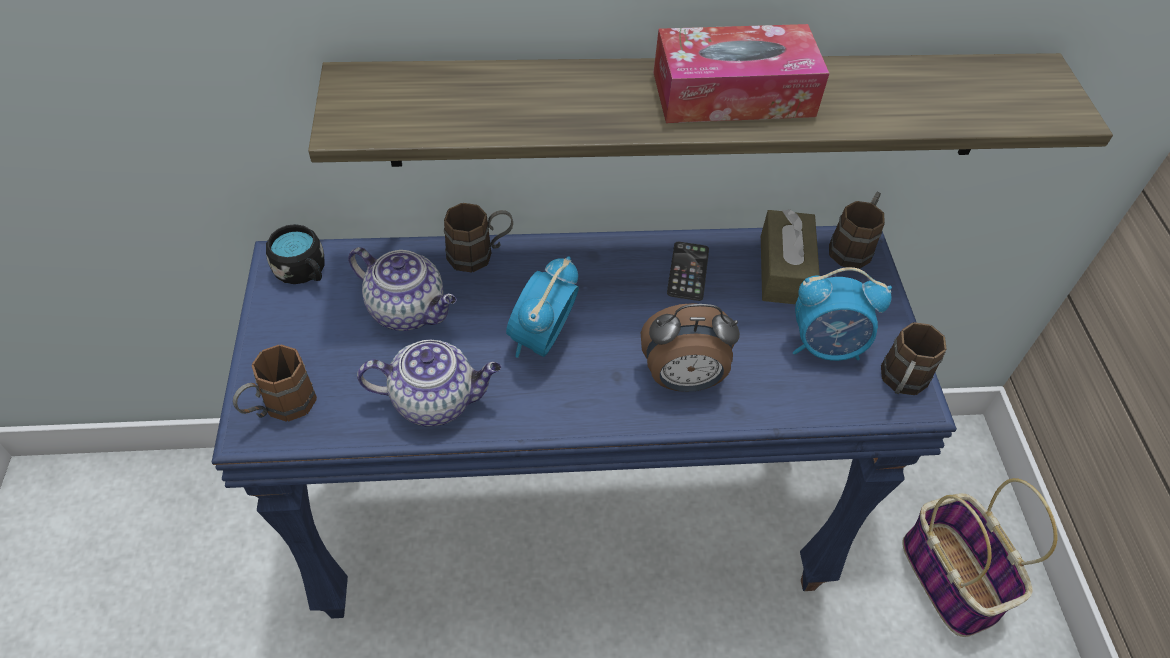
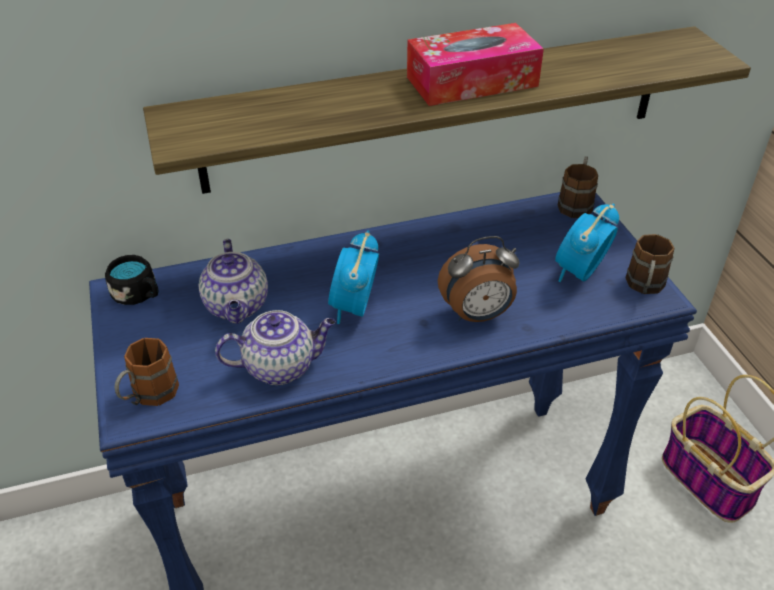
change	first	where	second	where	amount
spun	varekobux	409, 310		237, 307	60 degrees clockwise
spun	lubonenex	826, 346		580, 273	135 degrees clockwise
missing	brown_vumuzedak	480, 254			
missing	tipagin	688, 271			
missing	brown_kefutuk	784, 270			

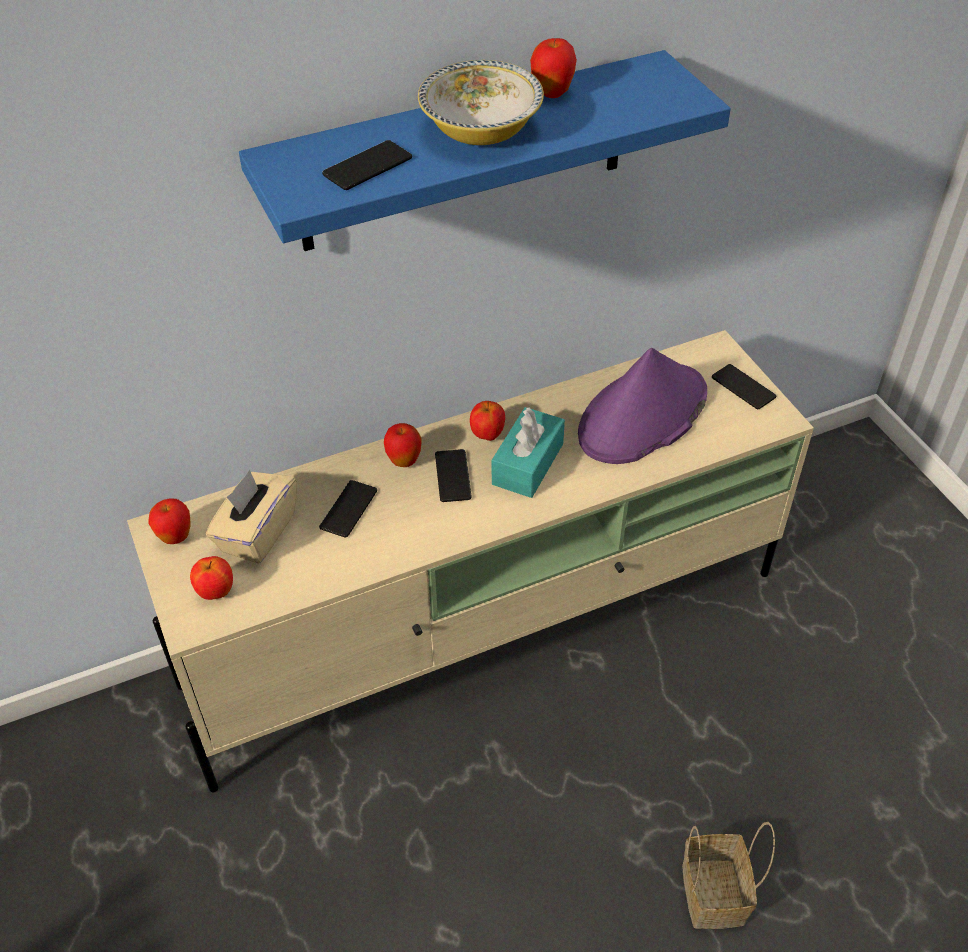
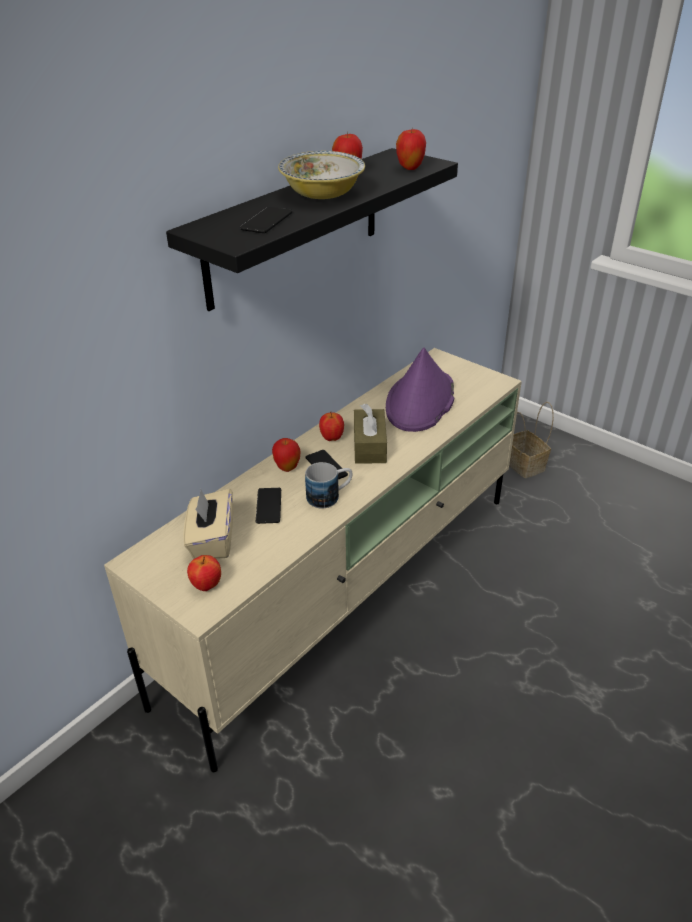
change	first	where	second	where	amount
colour	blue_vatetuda	464, 153	black_vatetuda	295, 227	
appeared			vumuzedak	329, 496	
colour	turquoise_kefutuk	527, 464	brown_kefutuk	369, 446	
relocated	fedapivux	175, 538		410, 168	
relocated	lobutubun	715, 896		526, 465	
missing	tipagin	743, 387			

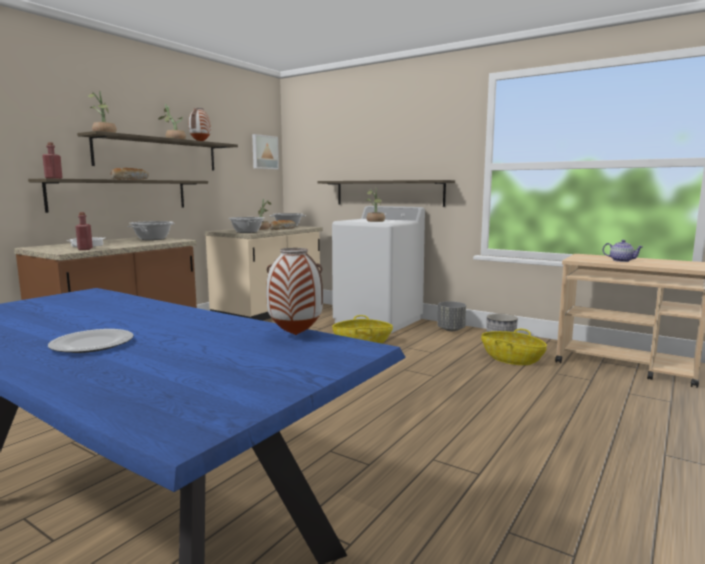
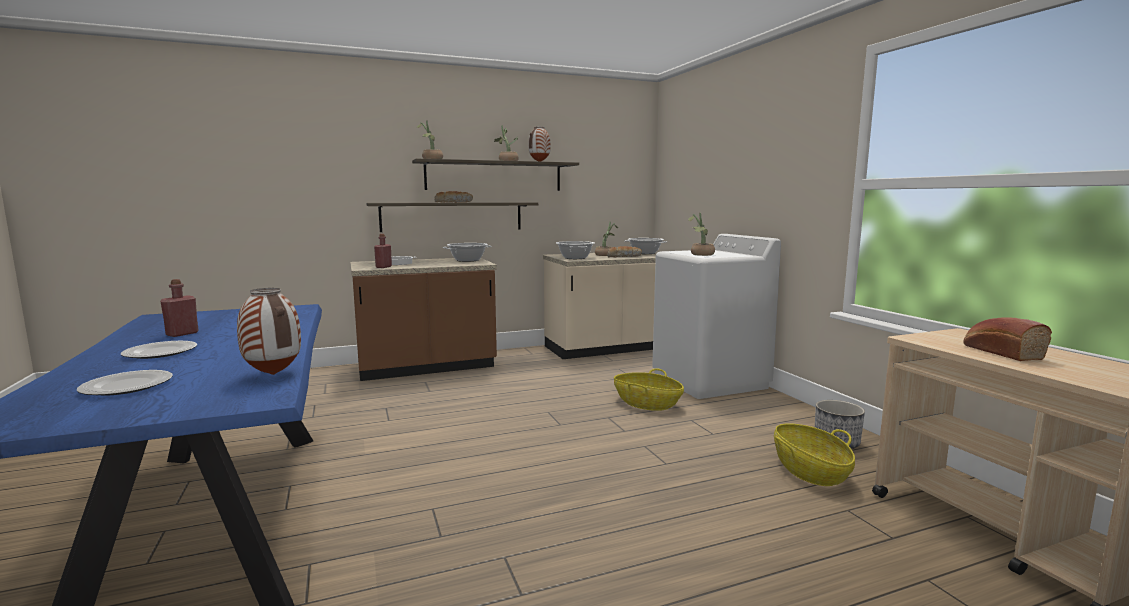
change	first	where	second	where	amount
appeared			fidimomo	128, 386	
relocated	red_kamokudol	53, 178		182, 334	
exchanged	varekobux	621, 261	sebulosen	1000, 352	
missing	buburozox	264, 152			
missing	vatetuda	388, 193			
missing	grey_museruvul	451, 329			

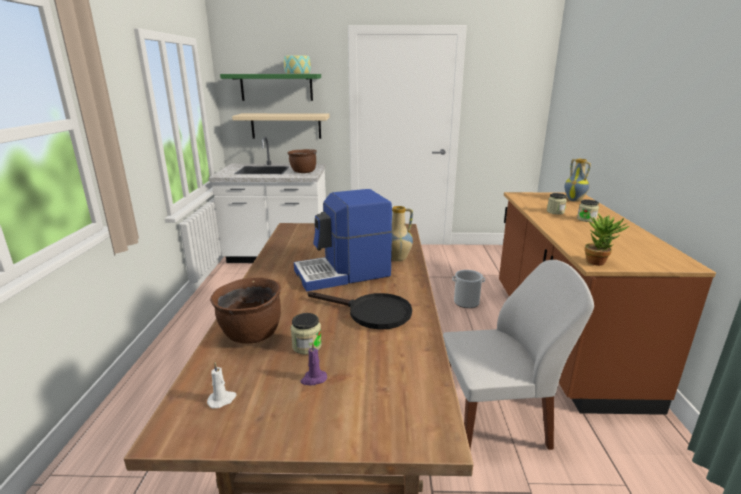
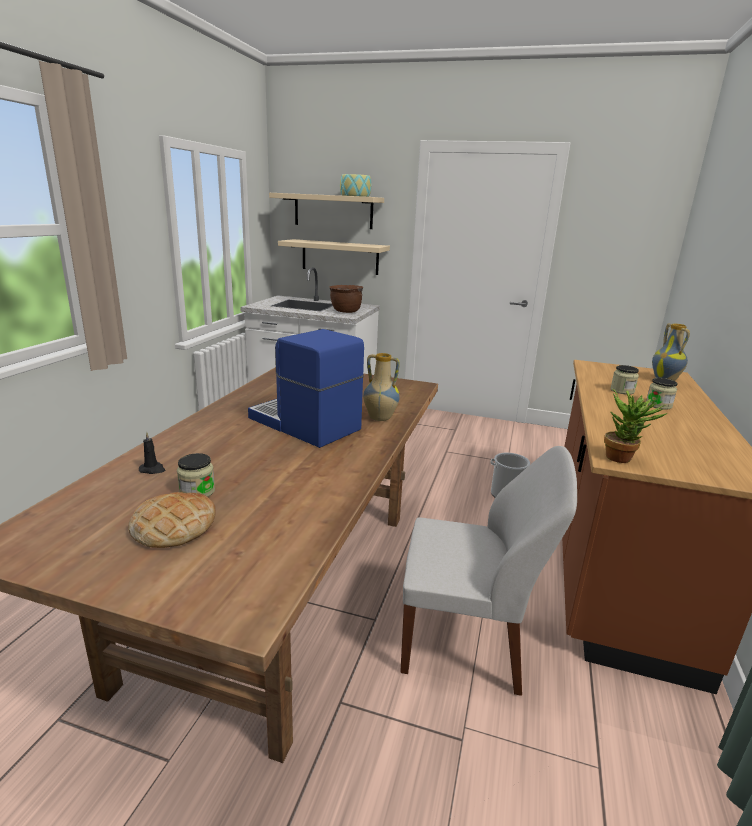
change	first	where	second	where	amount
exchanged	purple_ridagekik	313, 379	sebulosen	173, 526	
exchanged	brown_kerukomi	251, 335	black_ridagekik	152, 470	
spun	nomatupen	343, 273		304, 424	45 degrees clockwise
colour	green_vatetuda	276, 87	beige_vatetuda	333, 211	
missing	white_ridagekik	222, 400			
missing	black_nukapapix	371, 313			

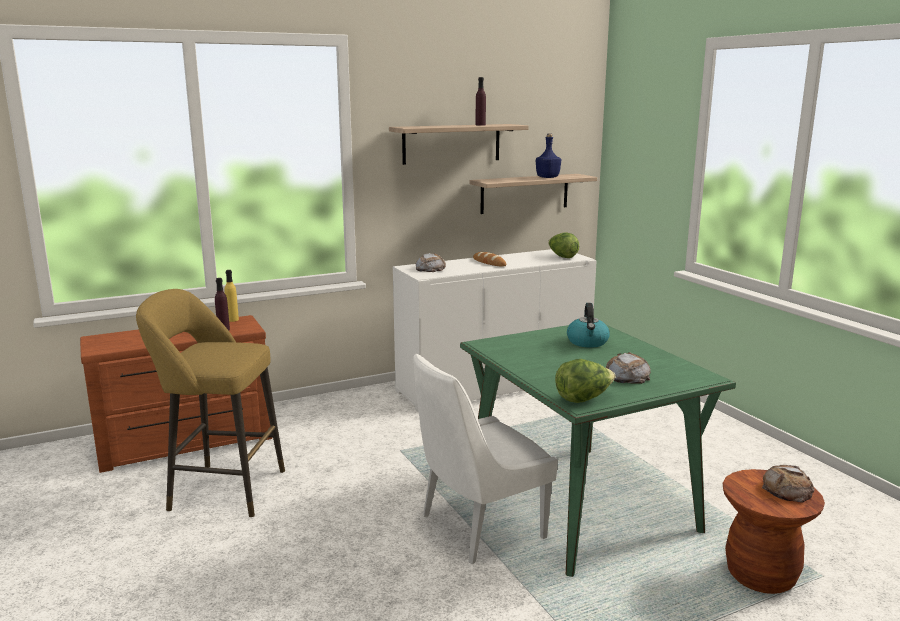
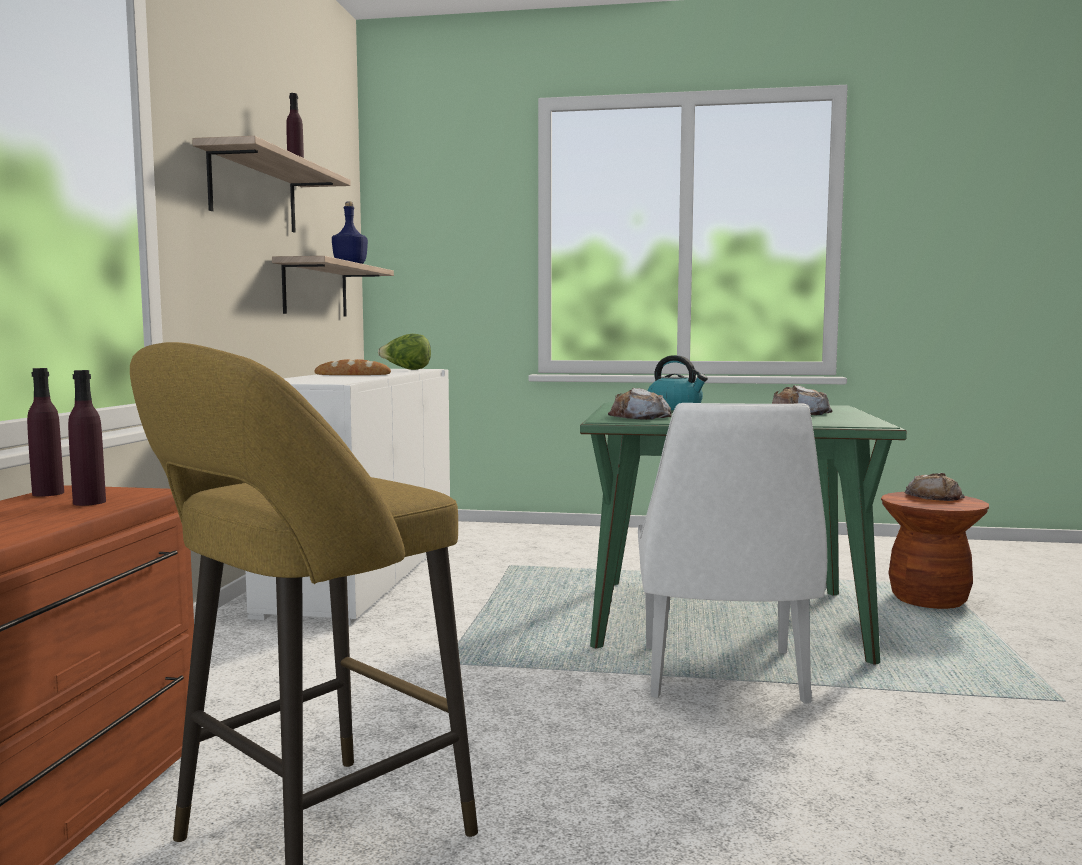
change	first	where	second	where	amount
colour	yellow_kamokudol	232, 320	purple_kamokudol	48, 493	
relocated	sebulosen	430, 268		640, 417	
missing	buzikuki	583, 399			

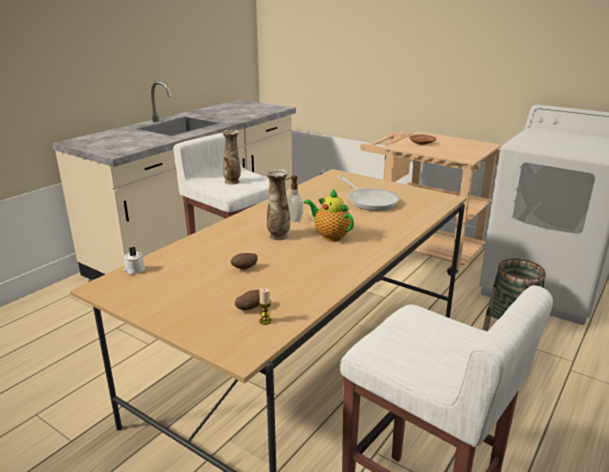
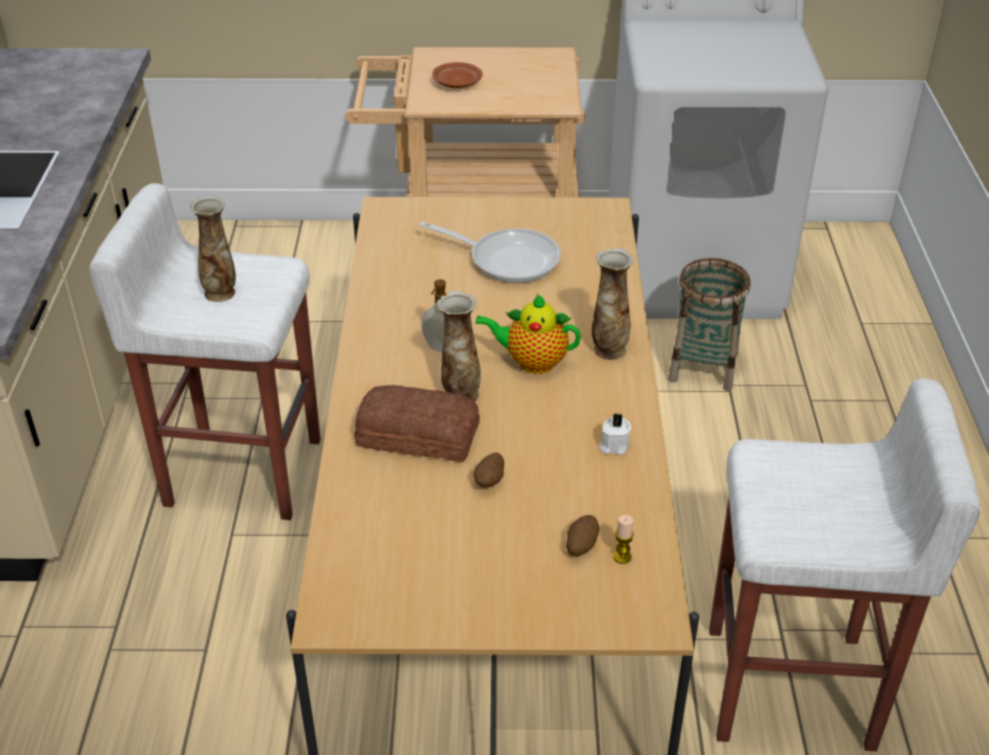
change	first	where	second	where	amount
appeared			sebulosen	417, 433	
appeared			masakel	609, 349	
relocated	white_ridagekik	134, 270		613, 445	

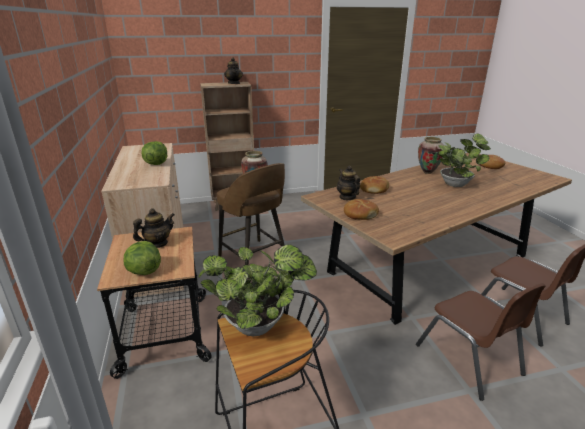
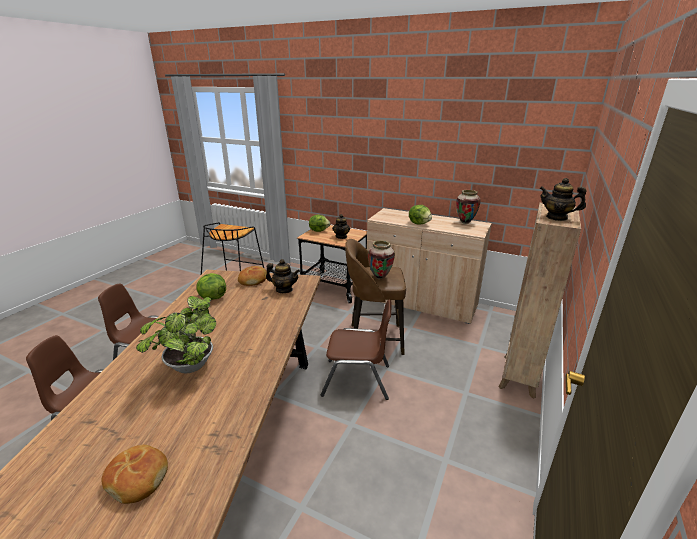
change	first	where	second	where	amount
appeared			buzikuki	212, 297	
appeared			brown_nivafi	357, 380	
relocated	masakel	427, 172		465, 222	
missing	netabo	259, 326			
missing	sebulosen	374, 189			

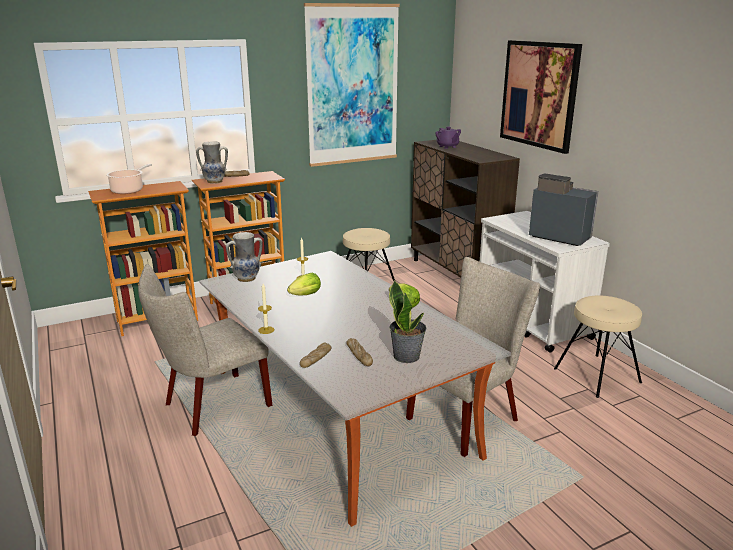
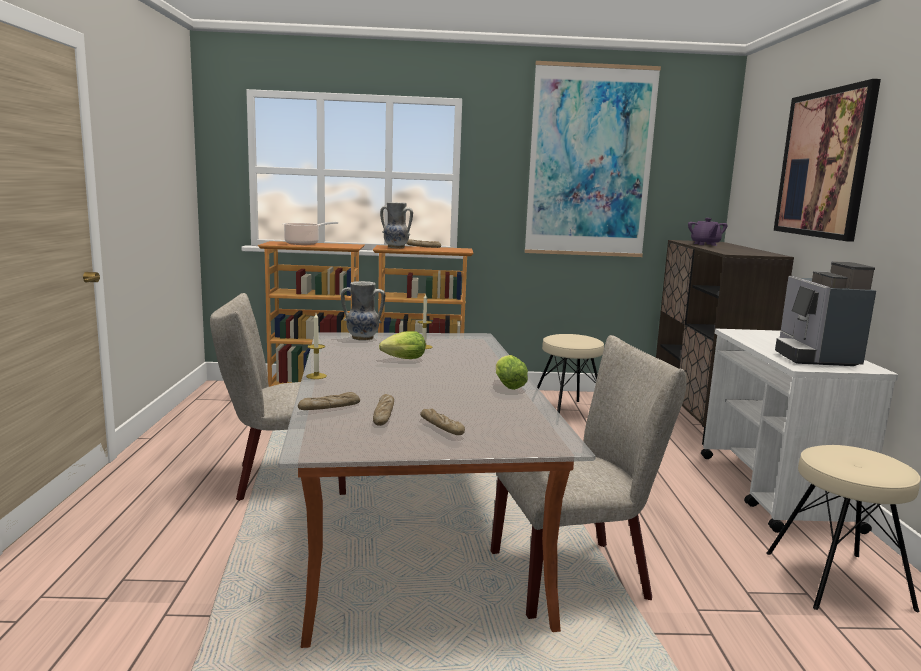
change	first	where	second	where	amount
exchanged	netabo	407, 356	sebulosen	441, 428	
spun	nomatupen	558, 236		814, 357	150 degrees counterclockwise

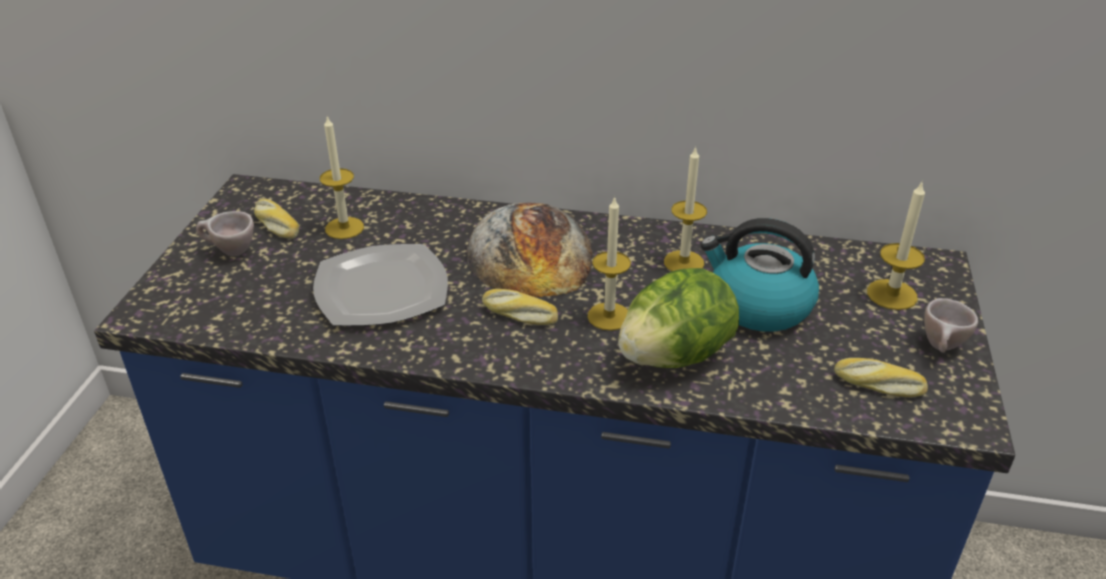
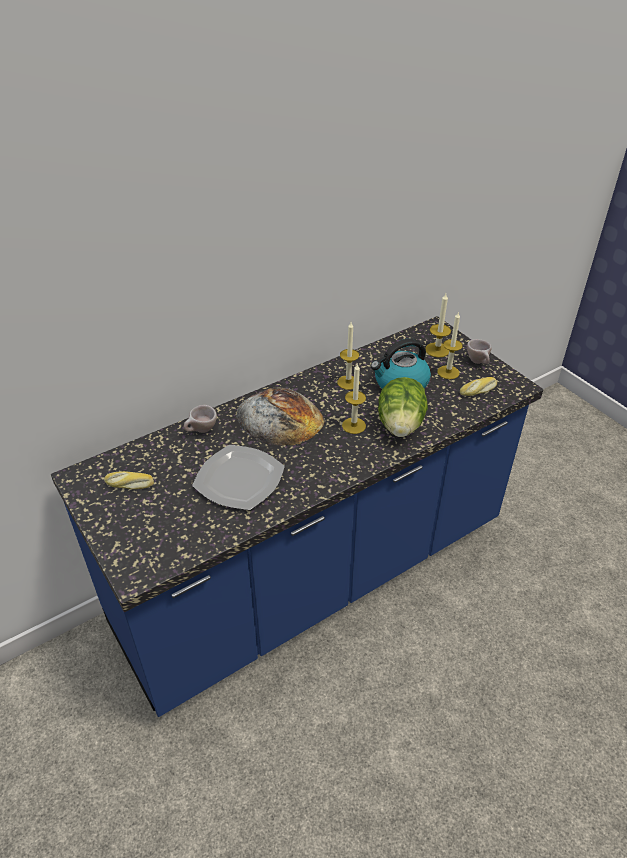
change	first	where	second	where	amount
relocated	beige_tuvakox	229, 252		201, 431	
relocated	ridagekik	344, 228		448, 372	
missing	sebulosen	518, 315			

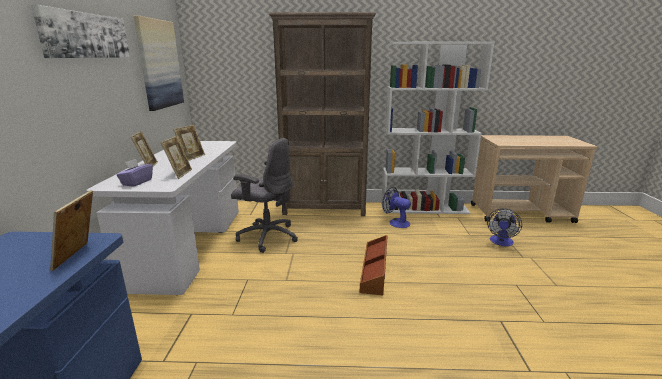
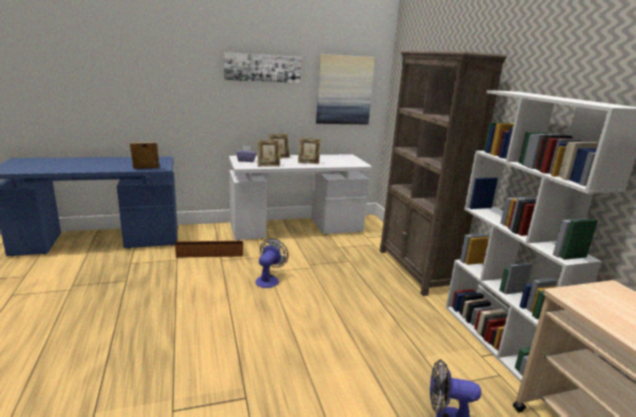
change	first	where	second	where	amount
relocated	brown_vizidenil	375, 270		210, 253	
relocated	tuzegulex	396, 222		269, 279	
missing	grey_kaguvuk	267, 236			

